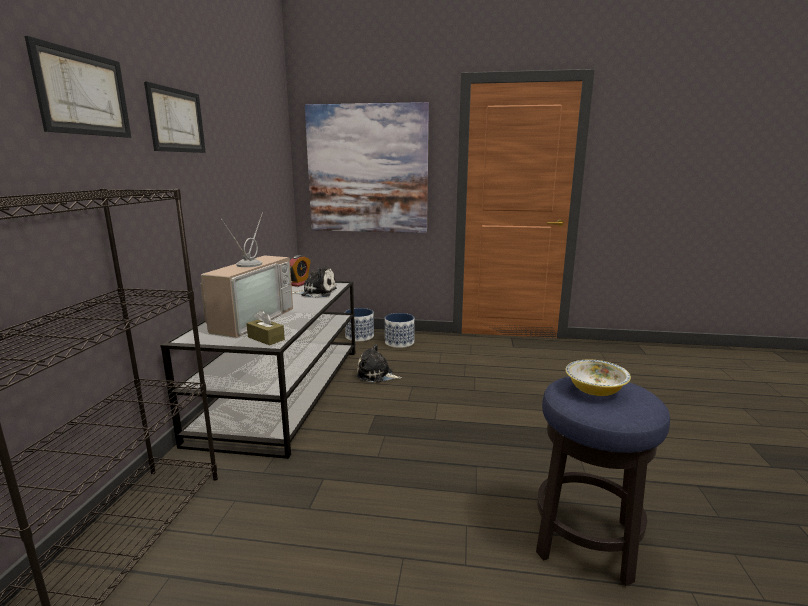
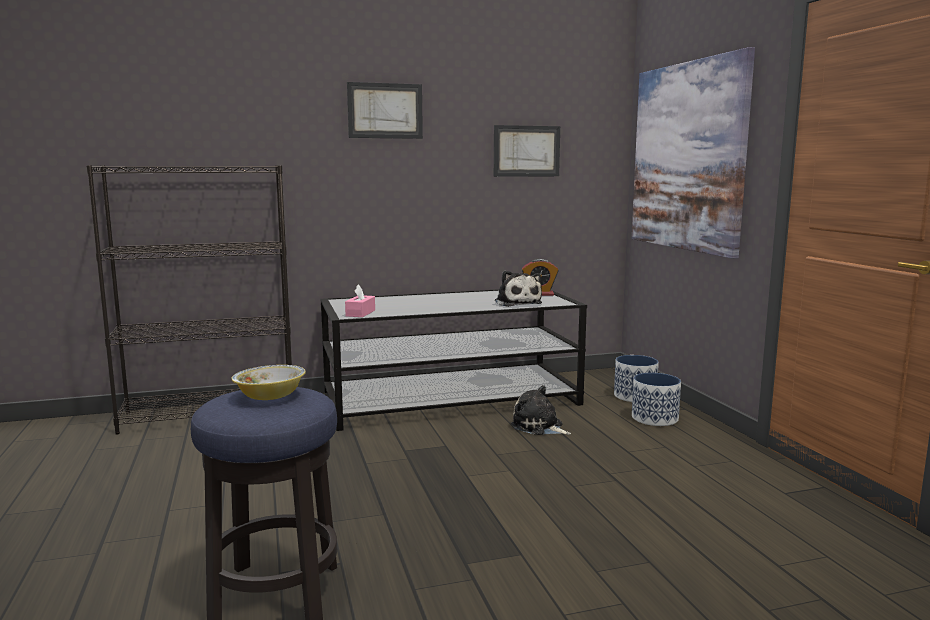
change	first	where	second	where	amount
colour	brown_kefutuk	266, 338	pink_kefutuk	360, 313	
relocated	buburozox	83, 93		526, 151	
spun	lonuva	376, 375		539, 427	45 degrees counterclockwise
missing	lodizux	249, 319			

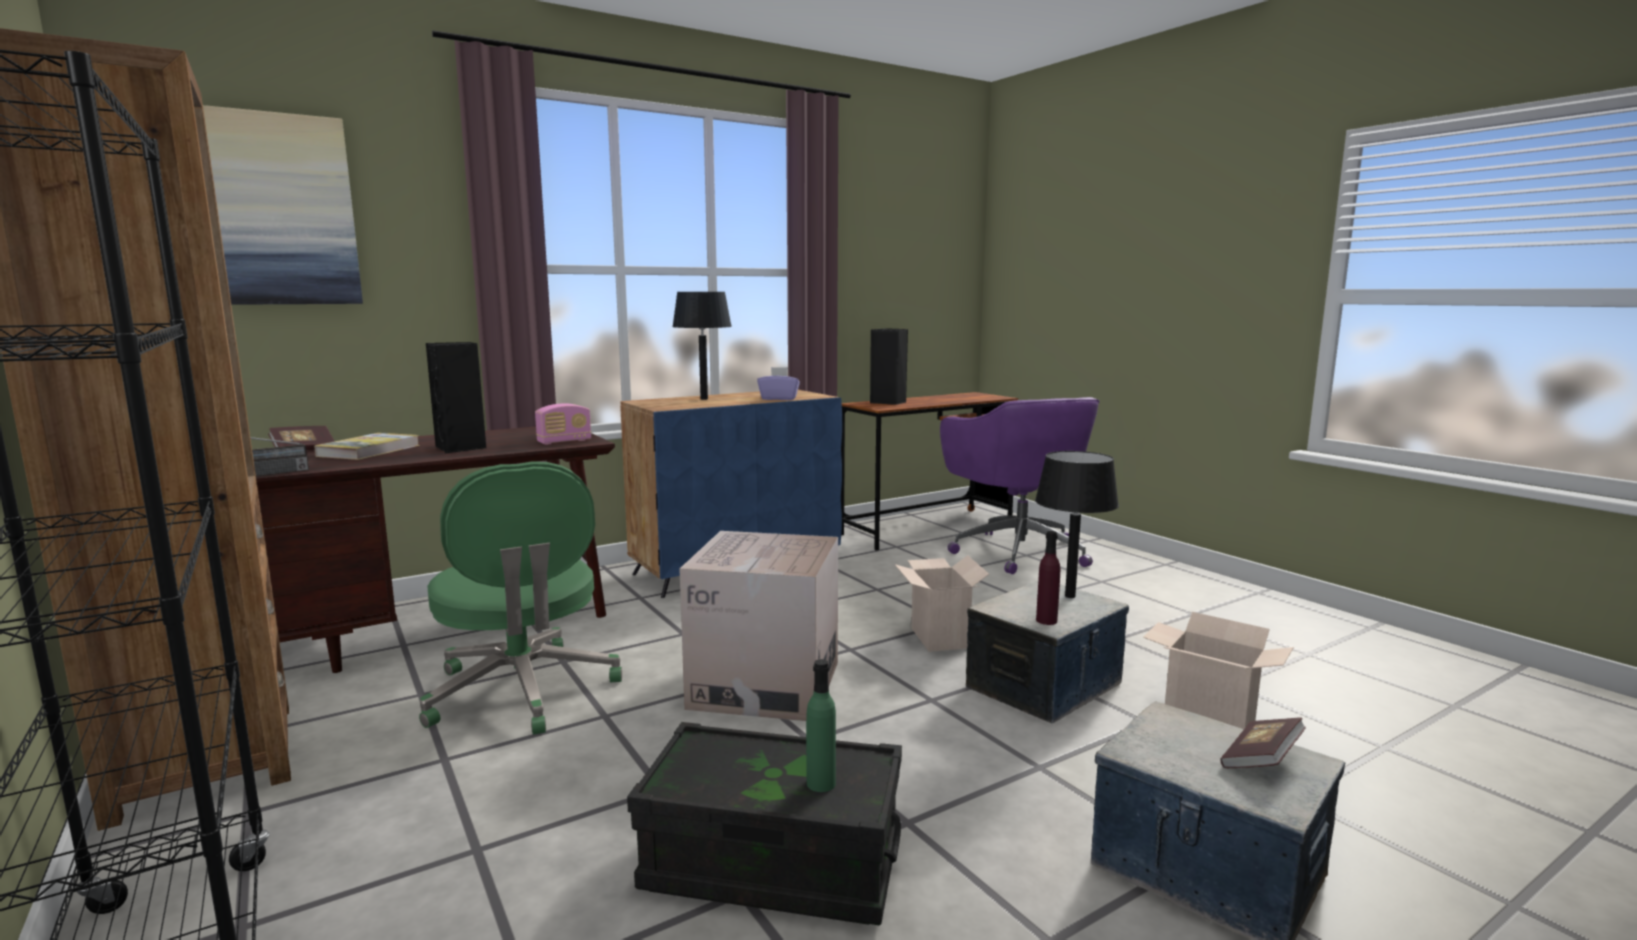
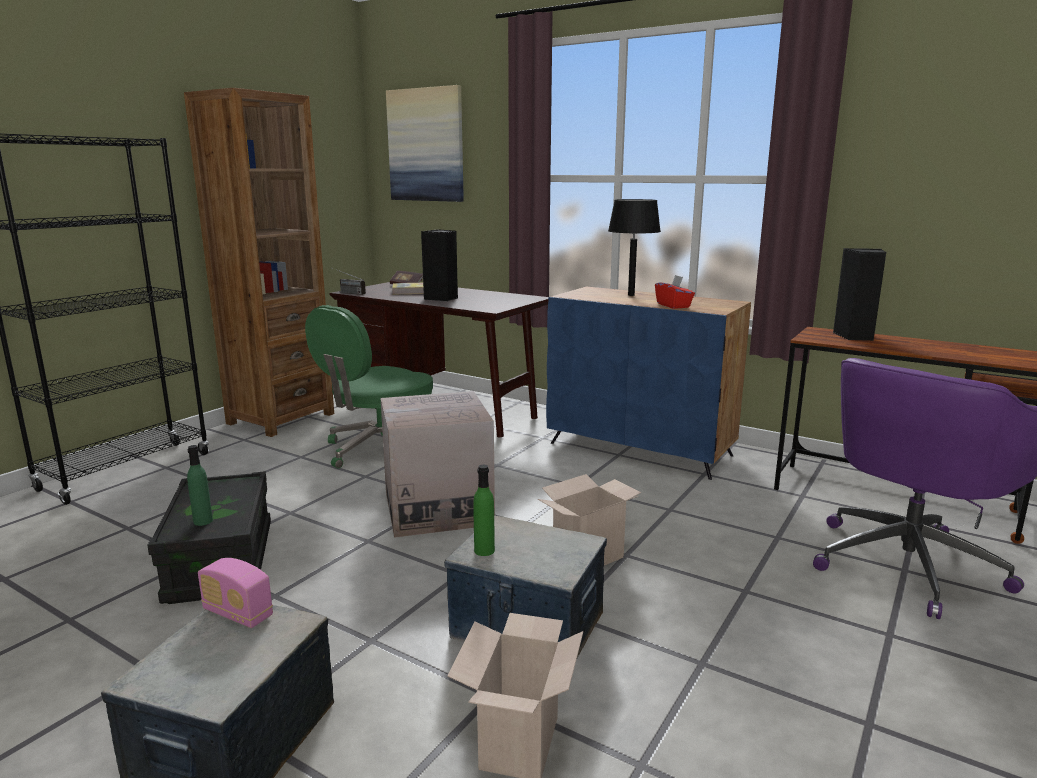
change	first	where	second	where	amount
relocated	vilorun	564, 441		238, 614	
colour	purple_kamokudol	1046, 620	green_kamokudol	484, 550	
colour	purple_kefutuk	779, 398	red_kefutuk	673, 305	
missing	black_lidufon	1070, 596			
missing	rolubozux	1260, 760			

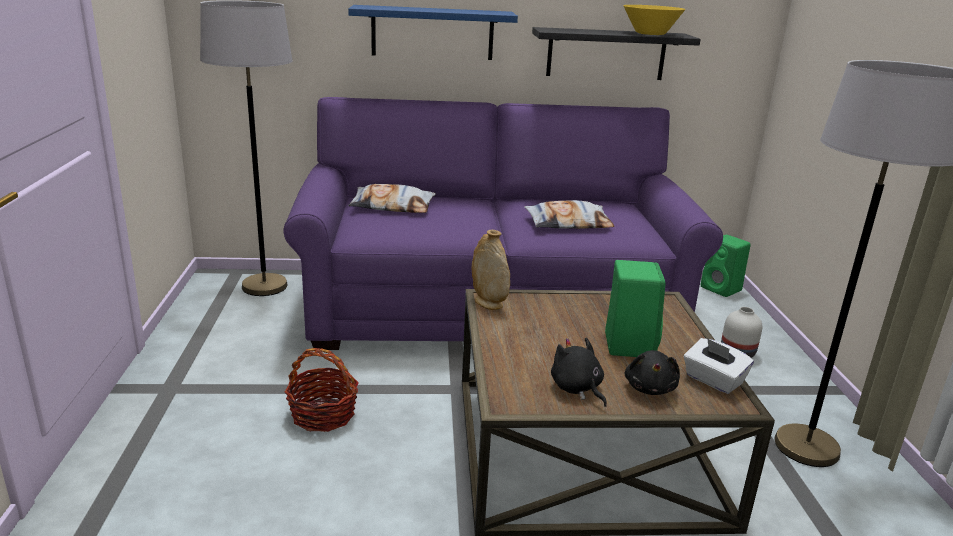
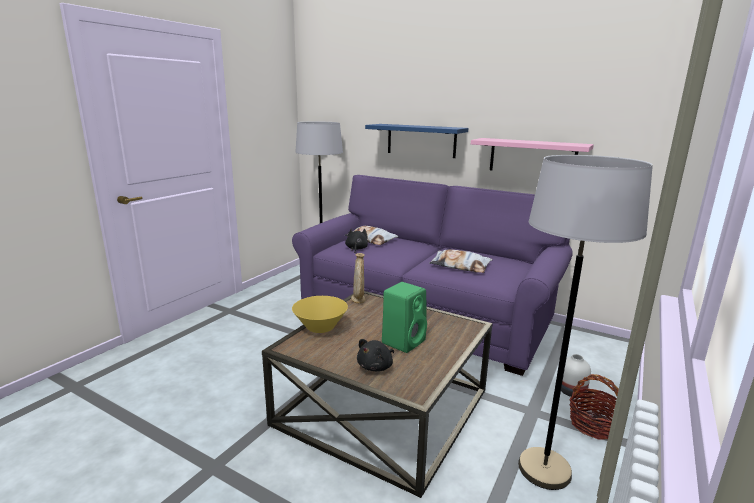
change	first	where	second	where	amount
relocated	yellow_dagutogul	650, 34		320, 327	
relocated	black_lonuva	577, 389		356, 249	
colour	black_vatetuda	606, 54	pink_vatetuda	532, 157	
relocated	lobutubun	323, 414		594, 425	
missing	white_kefutuk	713, 380			
missing	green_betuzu	722, 289			

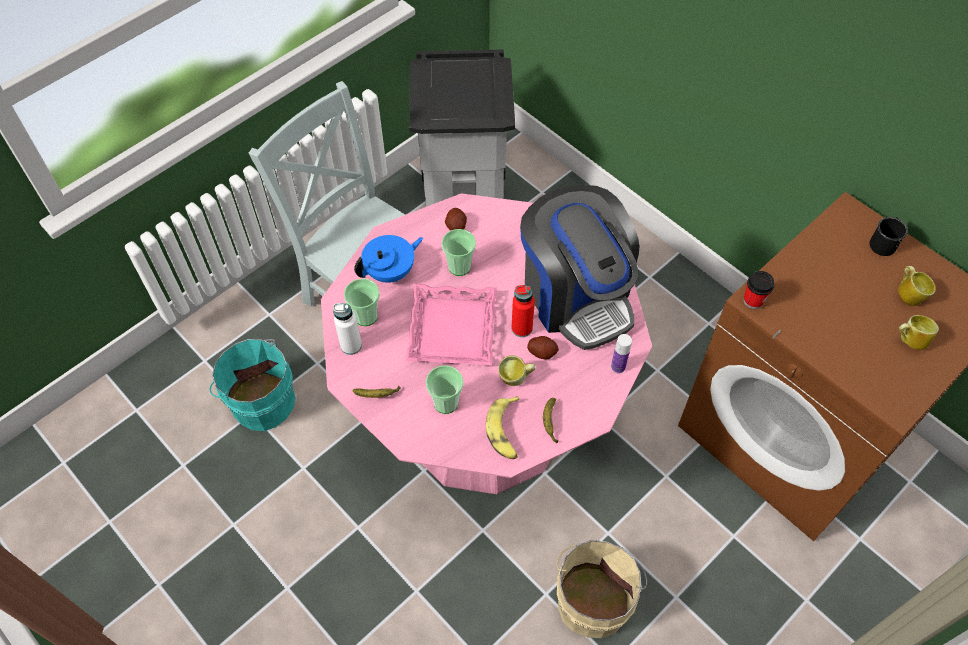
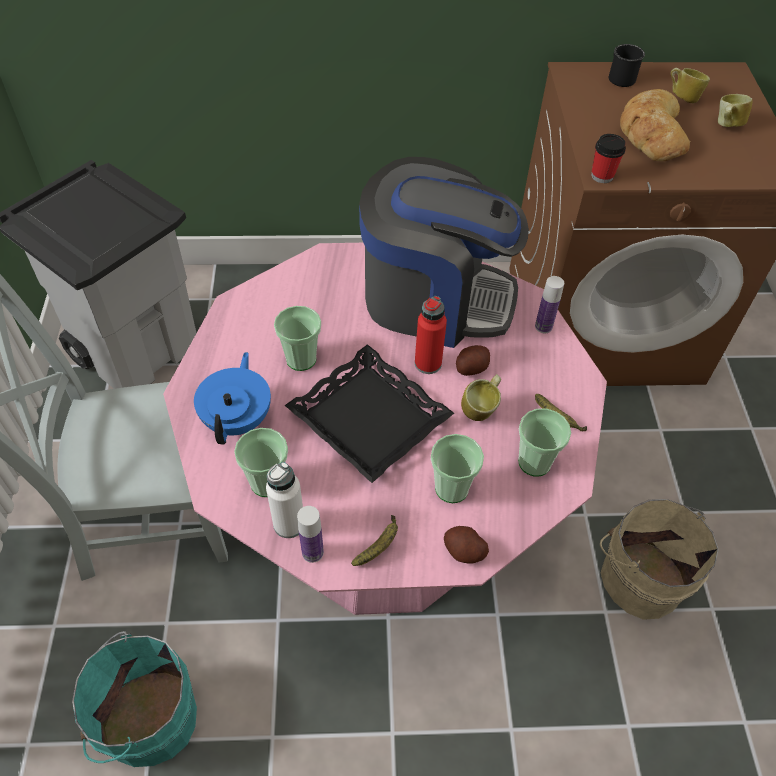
change	first	where	second	where	amount
colour	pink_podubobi	453, 330	black_podubobi	370, 418	
appeared			kamokudol	312, 552	
relocated	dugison	456, 226		464, 551	
exchanged	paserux	505, 431	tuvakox	534, 462	
appeared			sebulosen	651, 133	

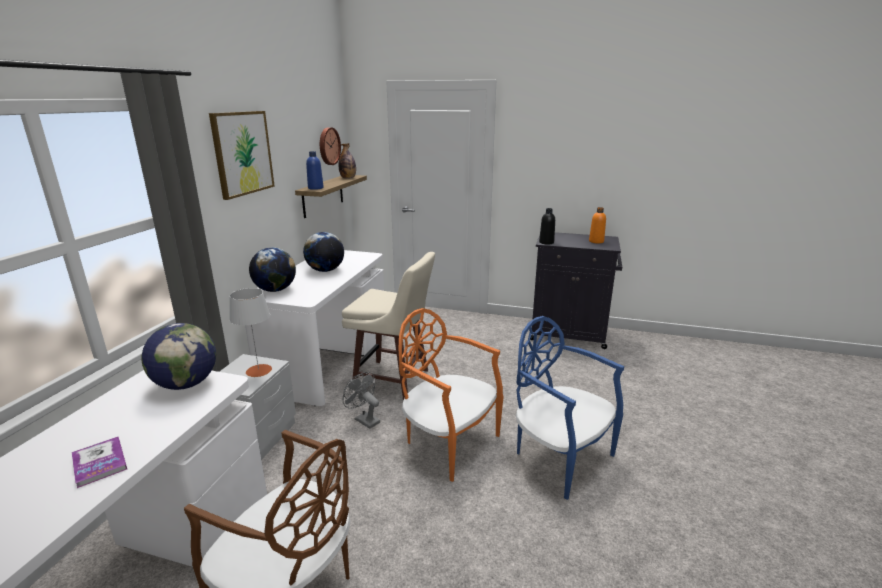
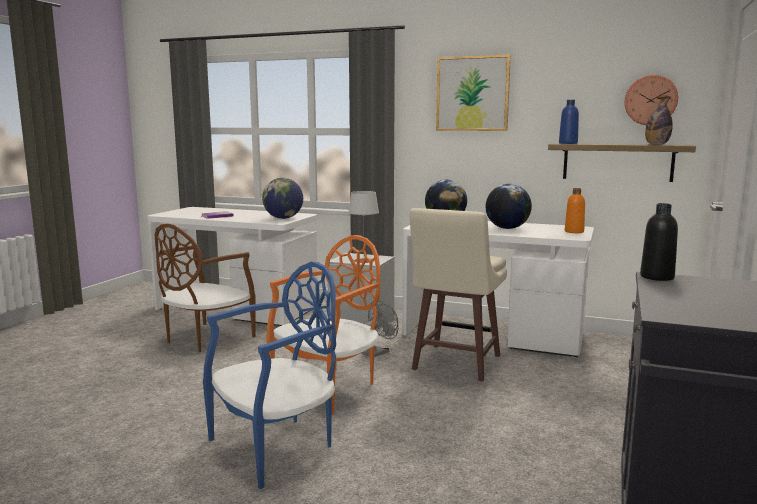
change	first	where	second	where	amount
relocated	orange_kamokudol	596, 241		574, 231	

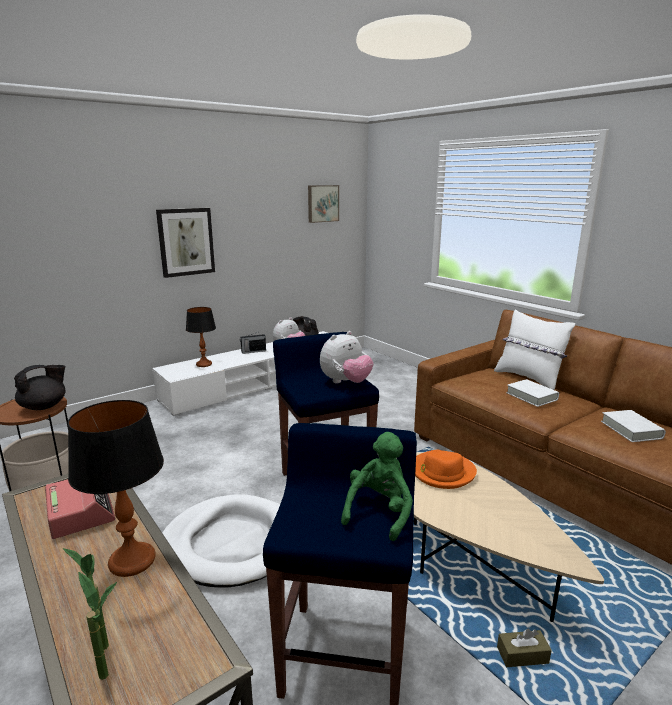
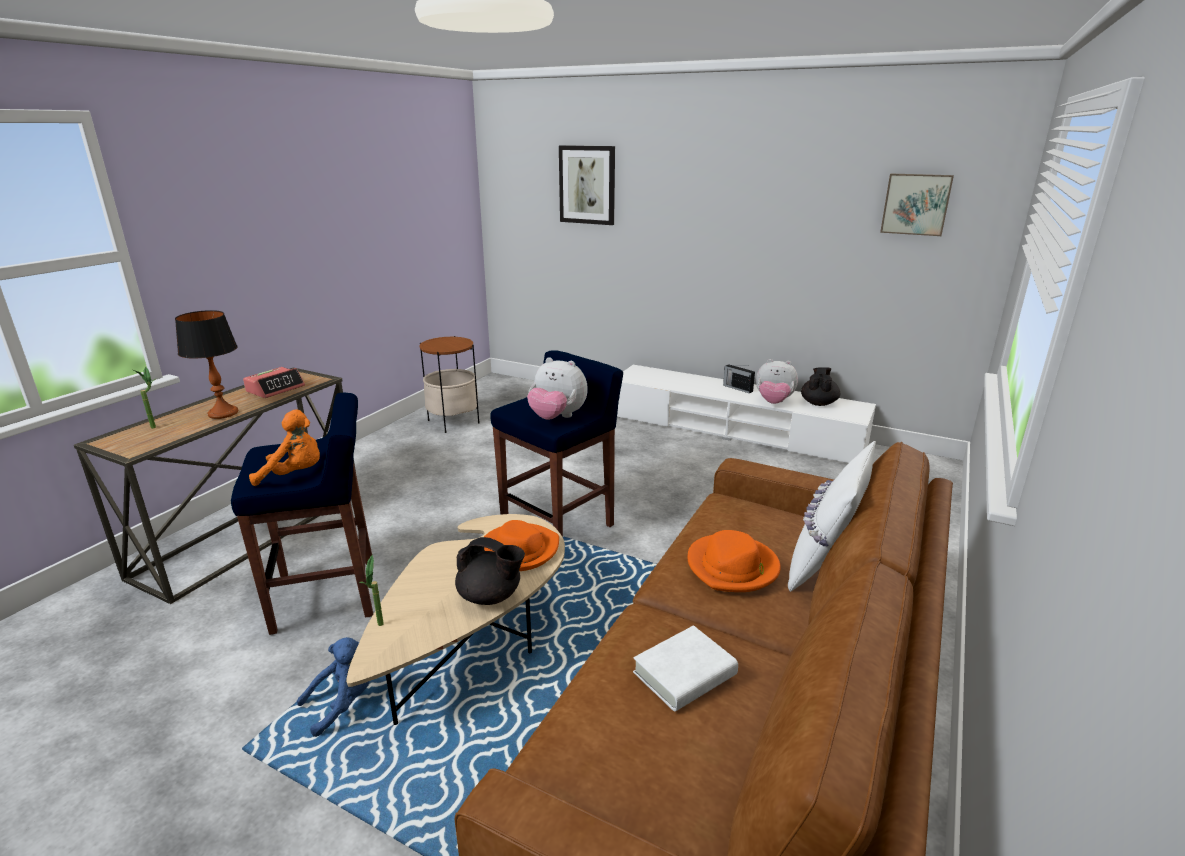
change	first	where	second	where	amount
colour	green_lonuva	379, 512	orange_lonuva	295, 475	
exchanged	brown_kefutuk	522, 656	blue_lonuva	342, 704	
relocated	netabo	112, 678		380, 628	
relocated	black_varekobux	44, 406		490, 596	
relocated	buburozox	186, 242		587, 185	
exchanged	white_rolubozux	531, 396	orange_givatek	733, 567	
missing	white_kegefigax	231, 544			
missing	lidufon	204, 364			

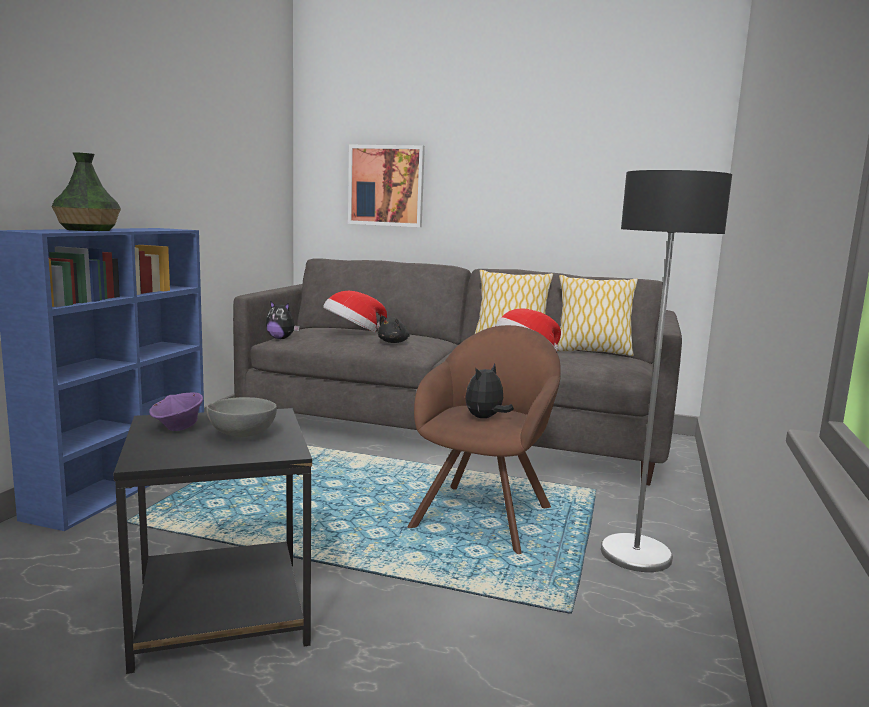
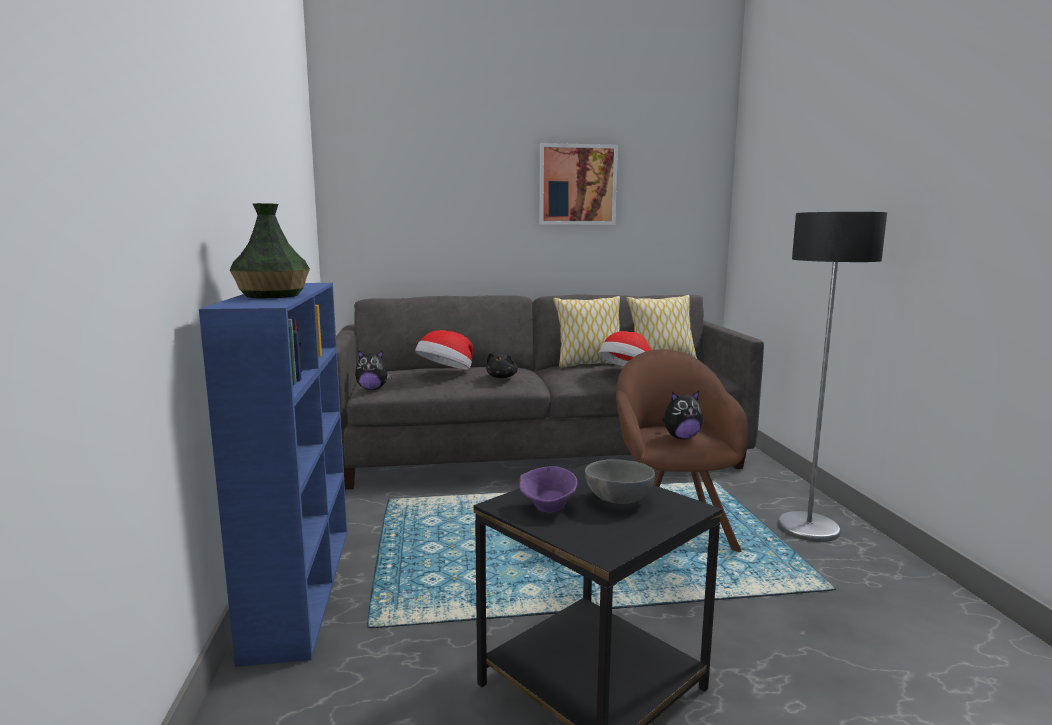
change	first	where	second	where	amount
relocated	buburozox	386, 186		577, 185	
spun	lonuva	485, 418		681, 437	120 degrees counterclockwise

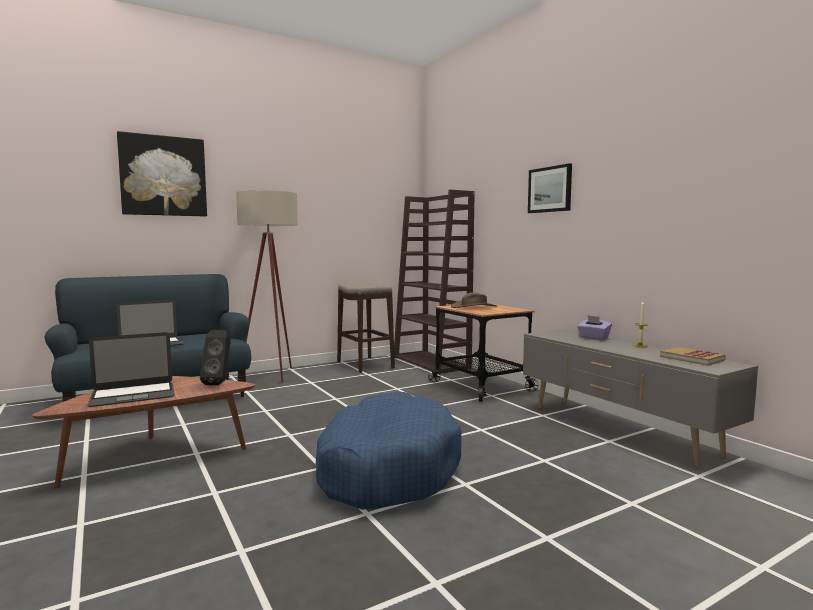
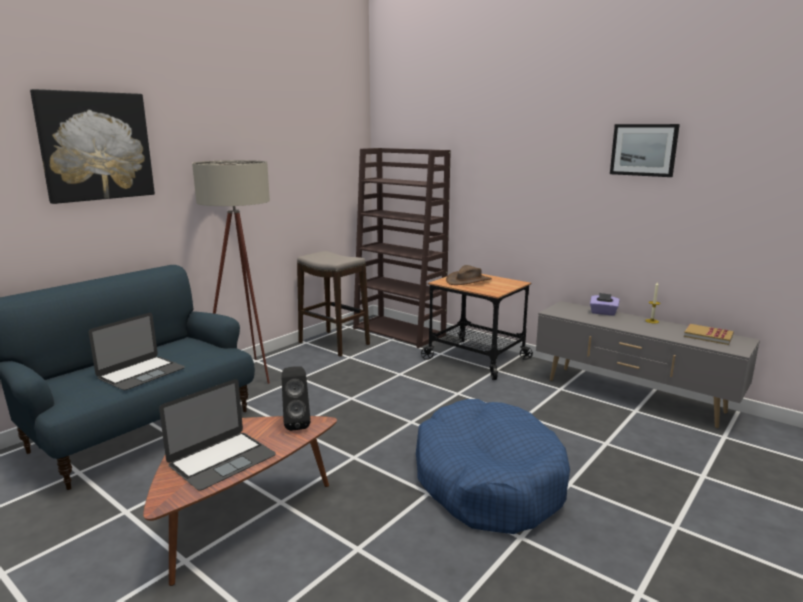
change	first	where	second	where	amount
relocated	buburozox	550, 189		643, 150	

